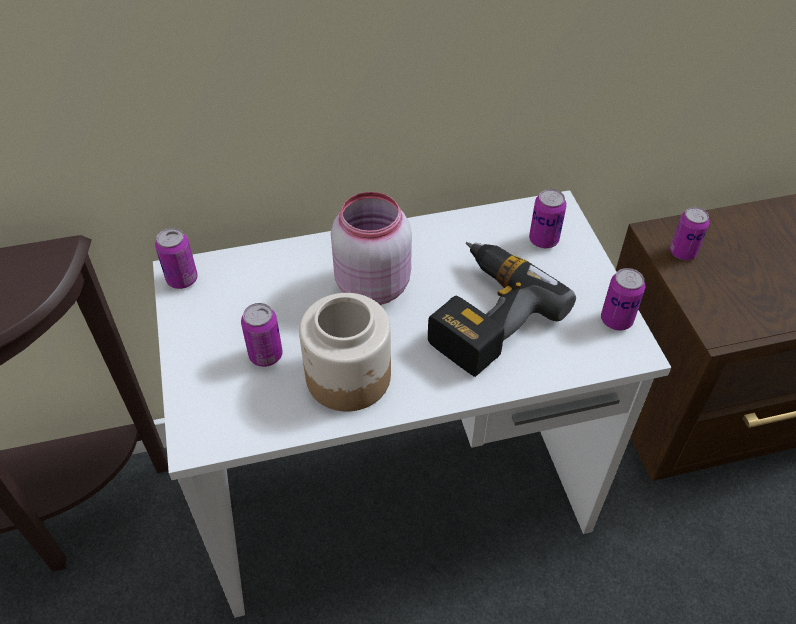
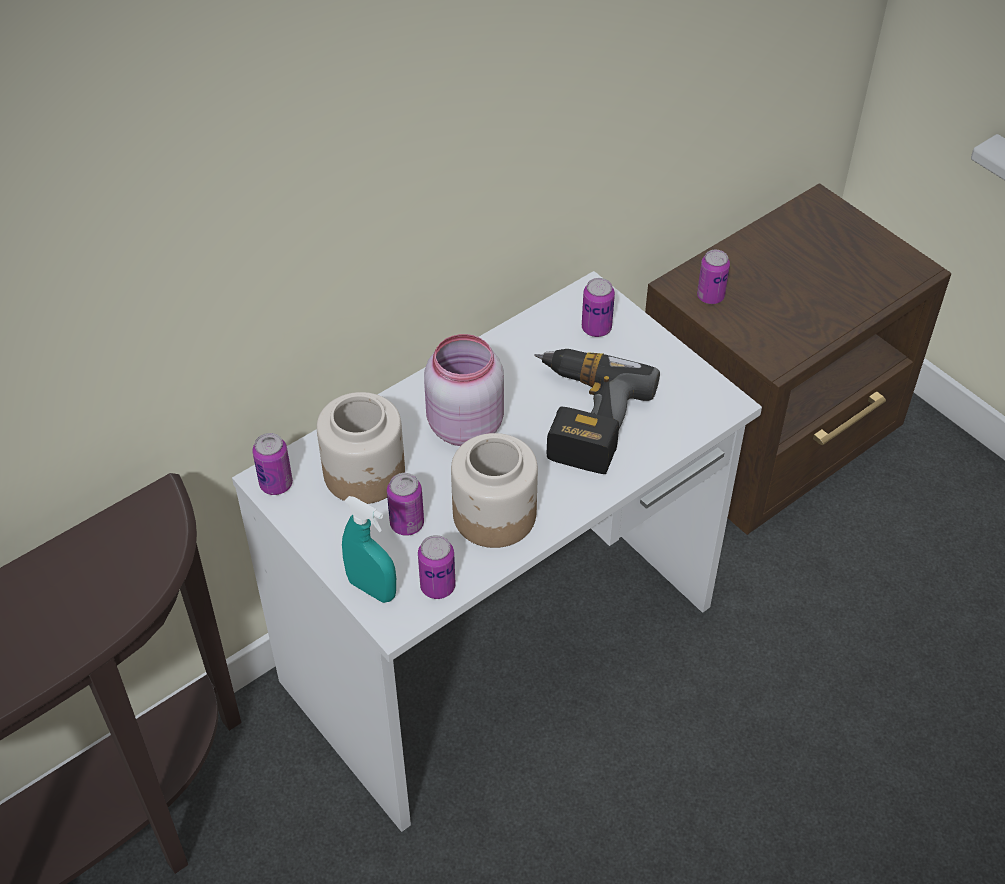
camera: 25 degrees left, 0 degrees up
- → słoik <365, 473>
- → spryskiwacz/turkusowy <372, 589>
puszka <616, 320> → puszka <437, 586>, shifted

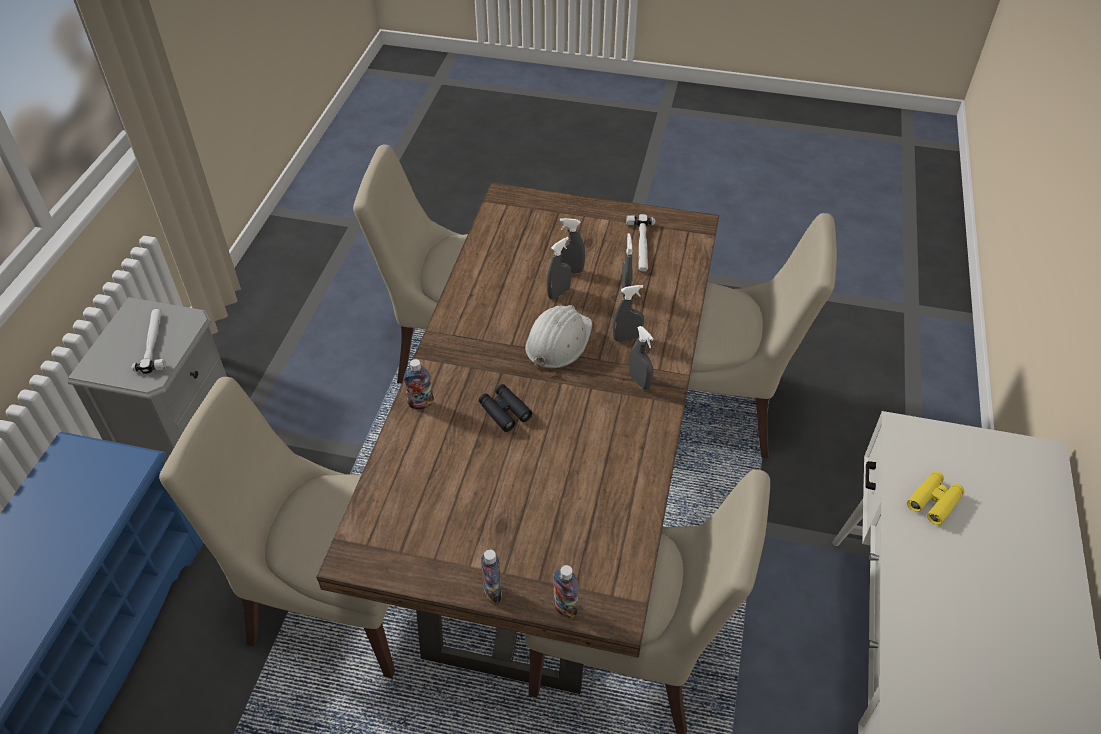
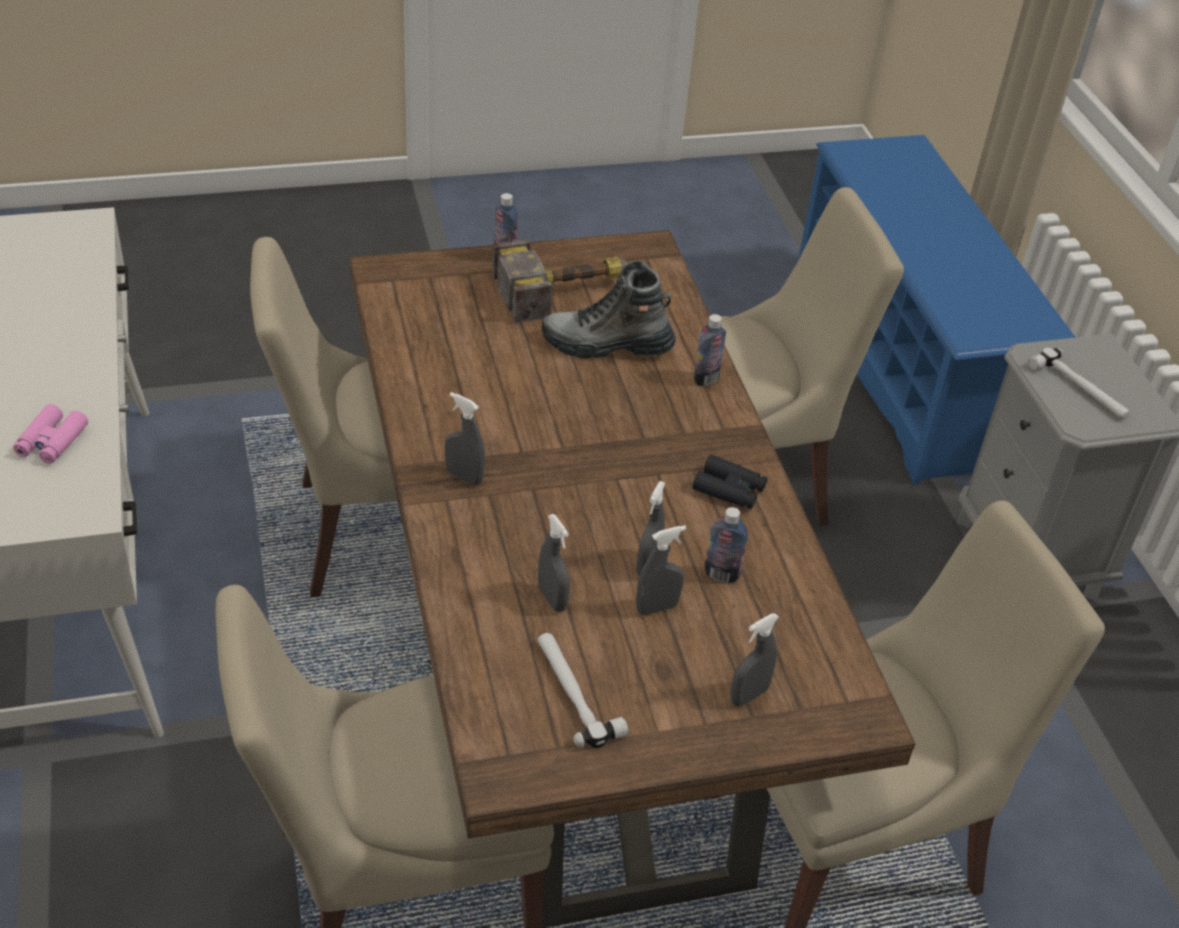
camera: 150 degrees right, 5 degrees down
kask/biały <558, 341> → -
- → młotek <565, 290>
- → but z cholewką <607, 345>
lornetka/czarny <504, 411> → lornetka/czarny <729, 489>, shifted
butelka <565, 607> → butelka <721, 574>, shifted
spryskiwacz/szary <627, 338> → spryskiwacz/szary <748, 695>, shifted
lornetka/żółty <934, 501> → lornetka/różowy <52, 441>

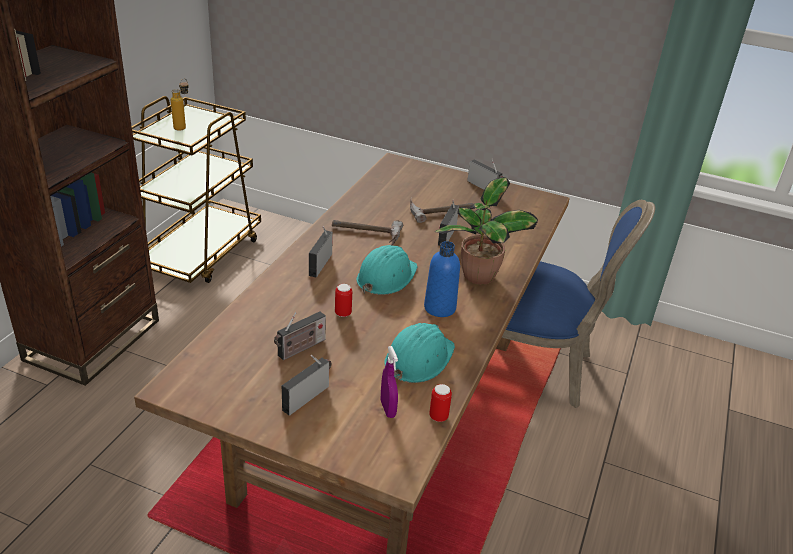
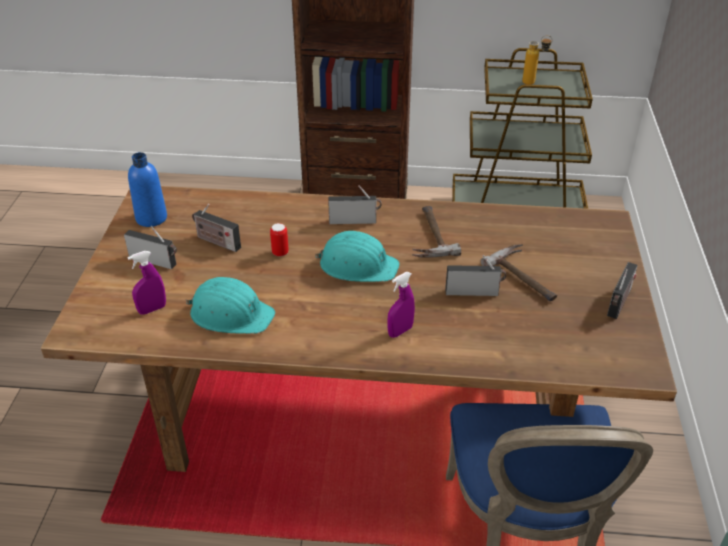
camera: 75 degrees right, 5 degrees up
puszka <438, 416> → -
butelka/niebieski <439, 308> → butelka/niebieski <151, 218>, shifted
roślina doniczkowa <478, 277> → spryskiwacz/fioletowy <400, 331>

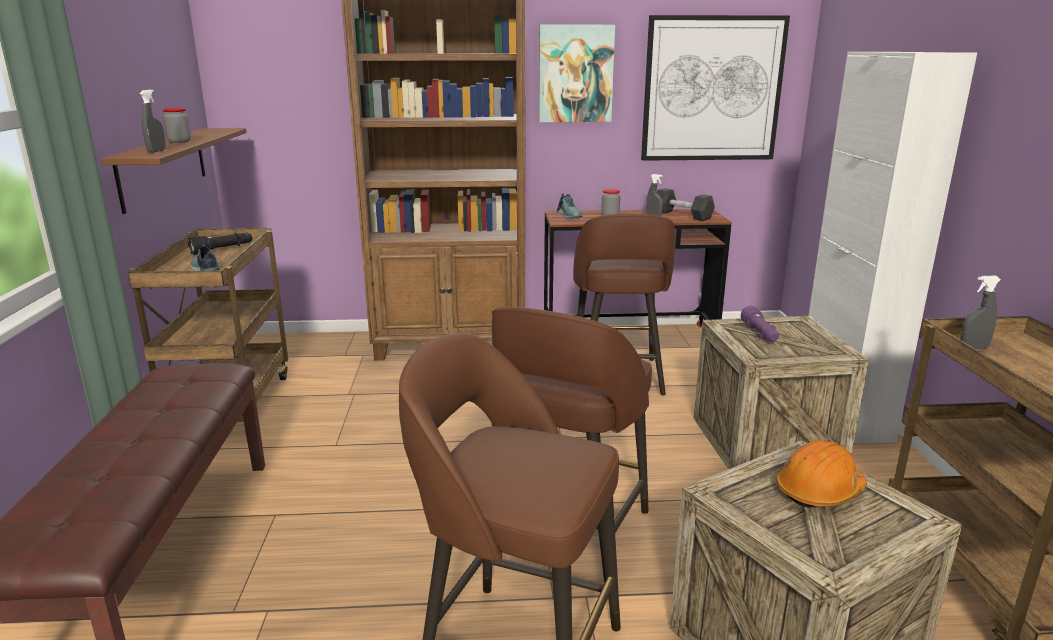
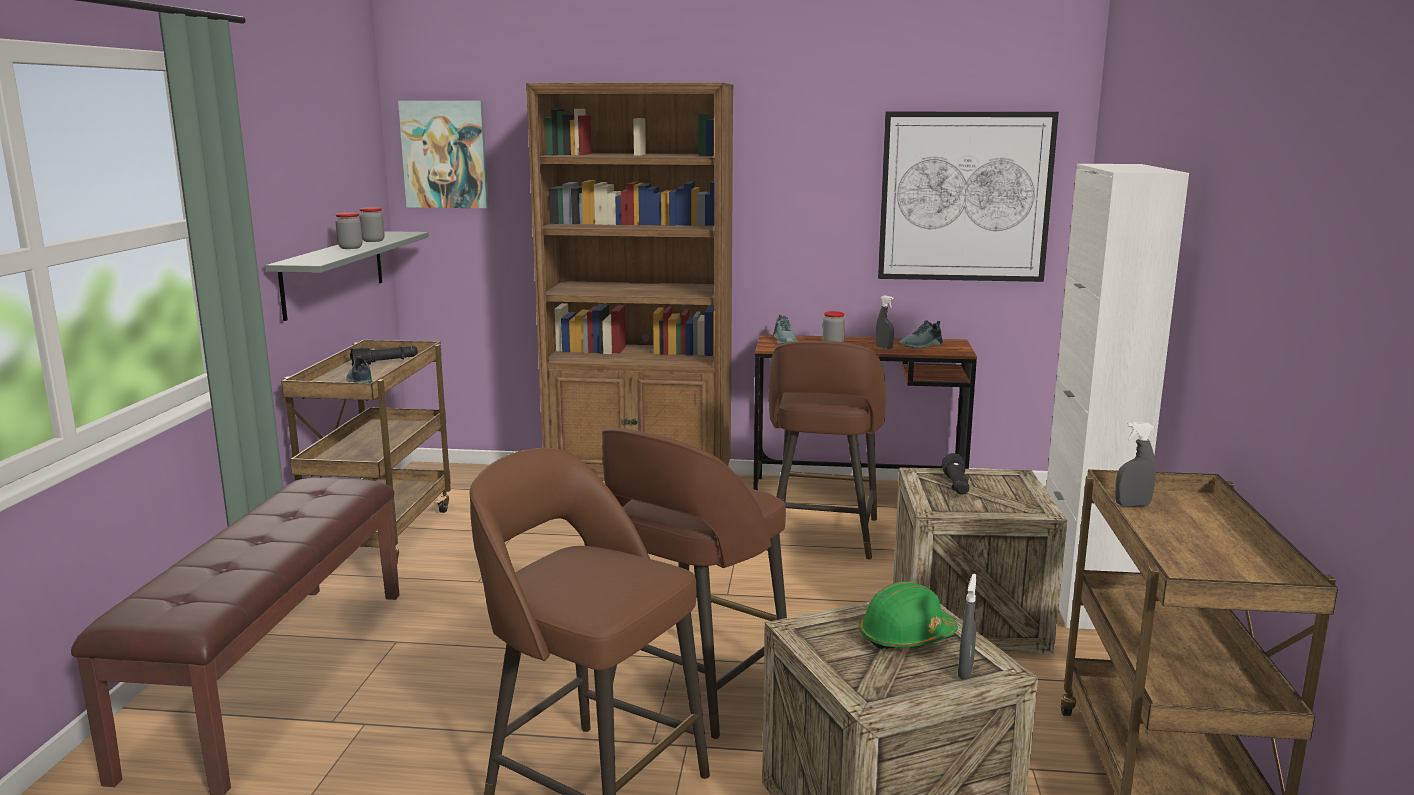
camera: 10 degrees right, 5 degrees down
- → słoik <373, 241>
spryskiwacz/szary <156, 151> → spryskiwacz/szary <965, 671>, shifted
obraz <575, 74> → obraz <445, 154>, shifted
hantel/czarny <682, 215> → but <922, 346>
półka/brązowy <163, 167> → półka/szary <334, 273>
latarka/fioletowy <760, 334> → latarka/czarny <956, 486>
kask/pomarańczowy <819, 491> → kask/zielony <906, 637>

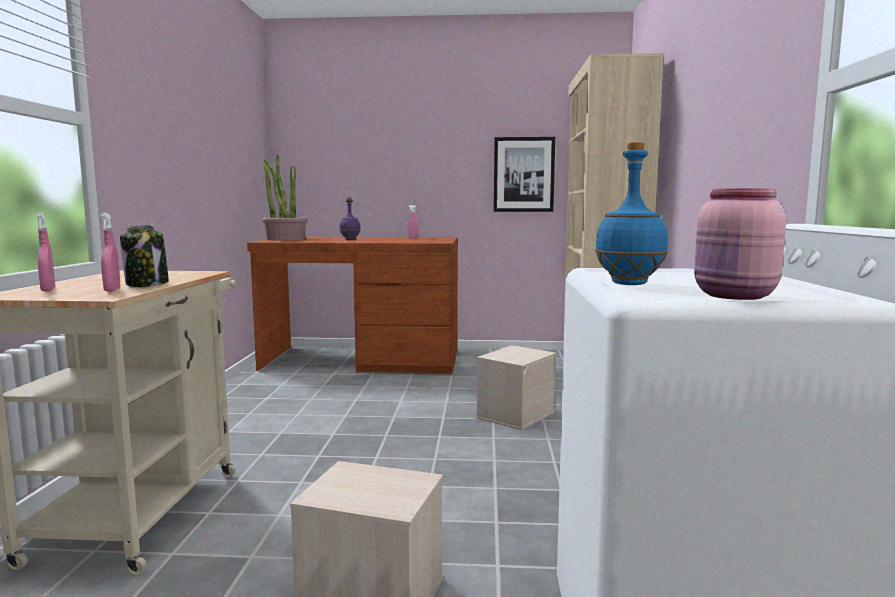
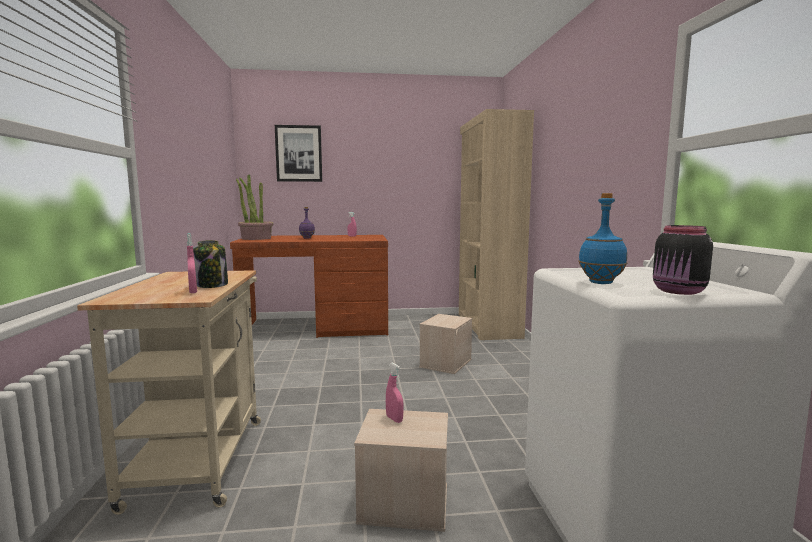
camera: 10 degrees left, 0 degrees up
spryskiwacz/różowy <48, 290> → spryskiwacz/różowy <394, 419>, shifted
obraz <523, 174> → obraz <299, 153>, shifted
słoik/różowy <734, 296> → słoik/czarny <679, 292>

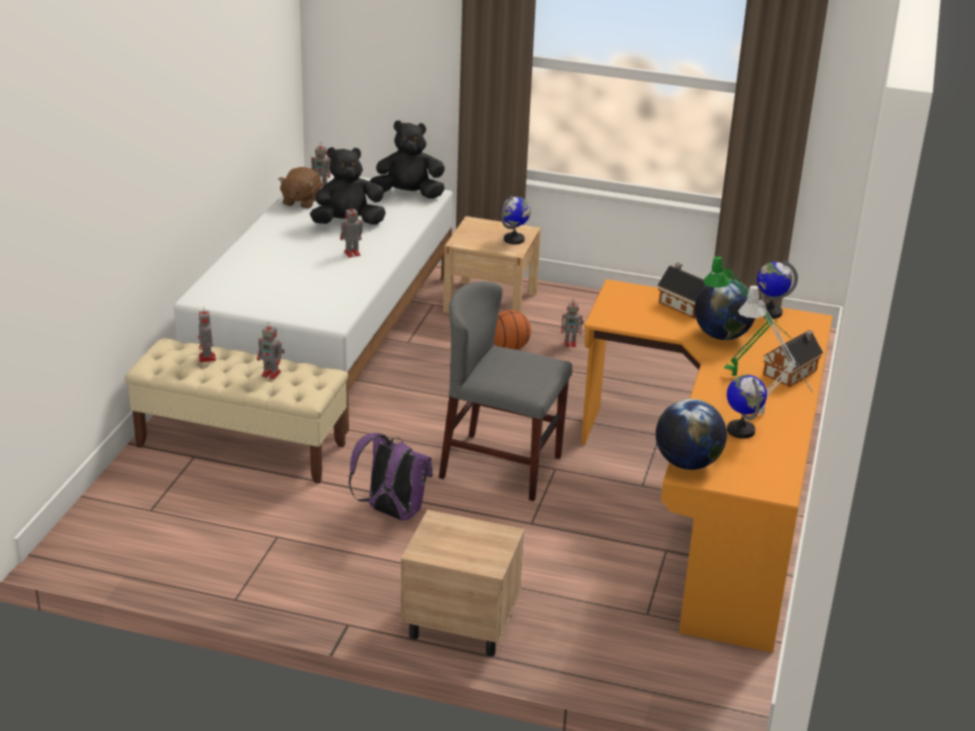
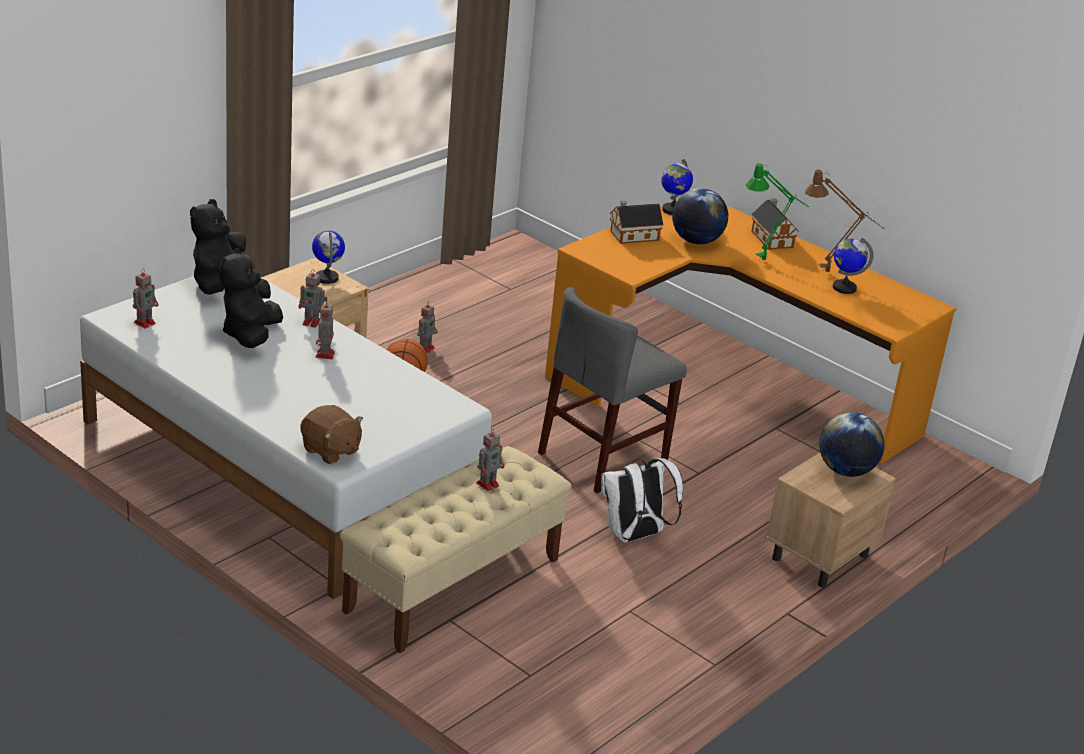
camera: 65 degrees left, 0 degrees up
robot zabawkowy <207, 358> → robot zabawkowy <312, 322>, shifted
pluszak/brązowy <301, 201> → pluszak/brązowy <330, 451>, shifted
globus <687, 463> → globus <845, 471>, shifted
plecak/fioletowy <391, 512> → plecak/biały <634, 536>
lampa stołowa/szary <766, 418> → lampa stołowa/brązowy <832, 273>

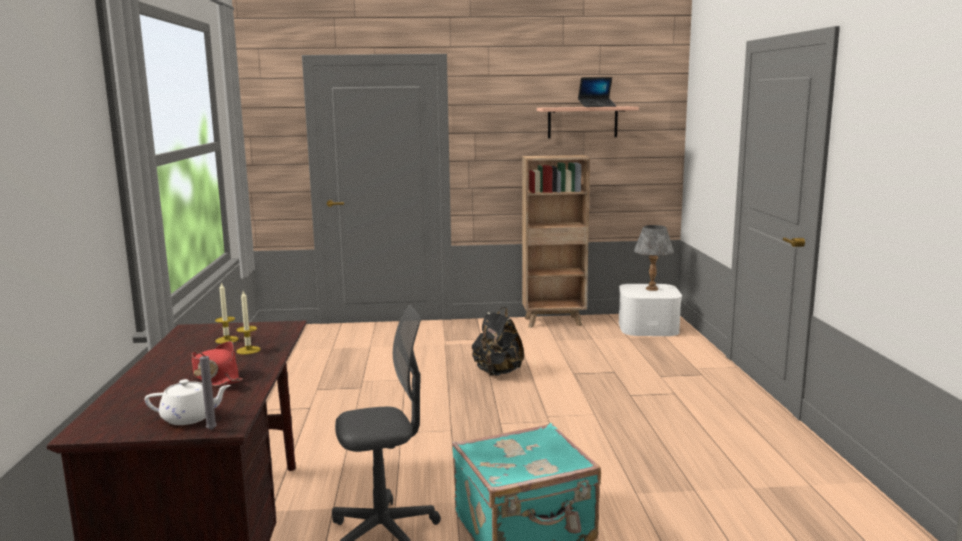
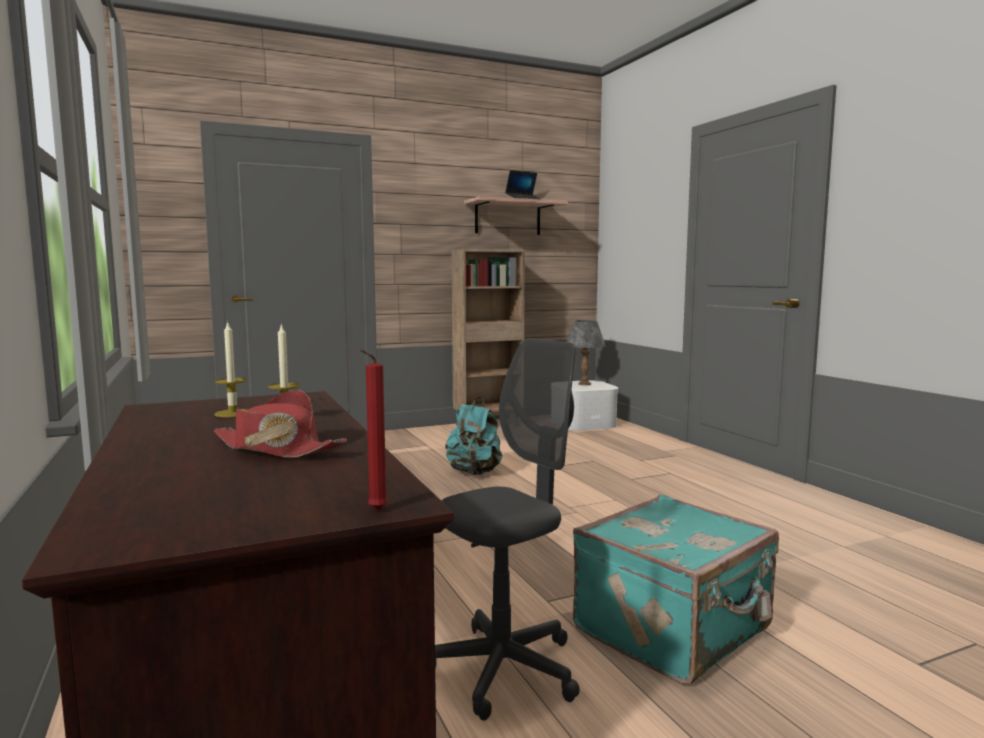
camera: 20 degrees left, 5 degrees down
imbryk/biały <189, 418> → -
świeca/szary <209, 430> → świeca/czerwony <375, 511>
plecak/czarny <497, 372> → plecak/turkusowy <474, 473>

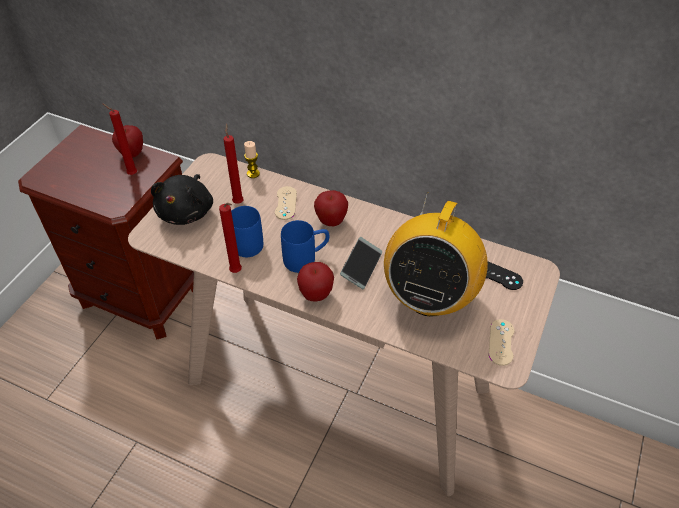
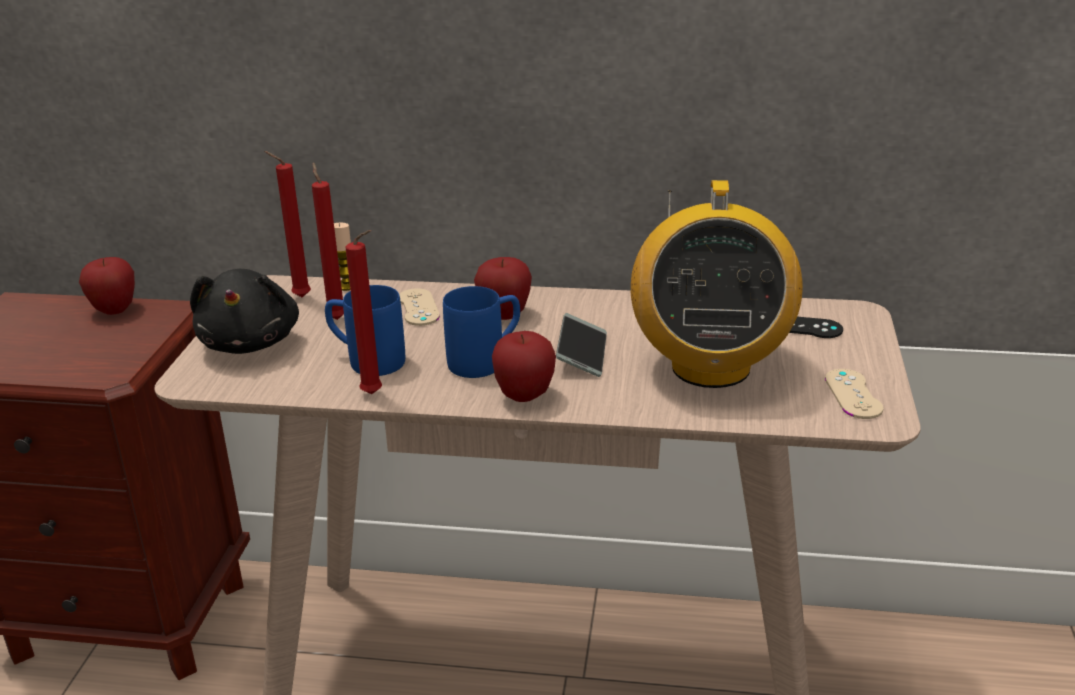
camera: 15 degrees left, 20 degrees down
świeca/czerwony <131, 174> → świeca/czerwony <298, 297>, shifted

